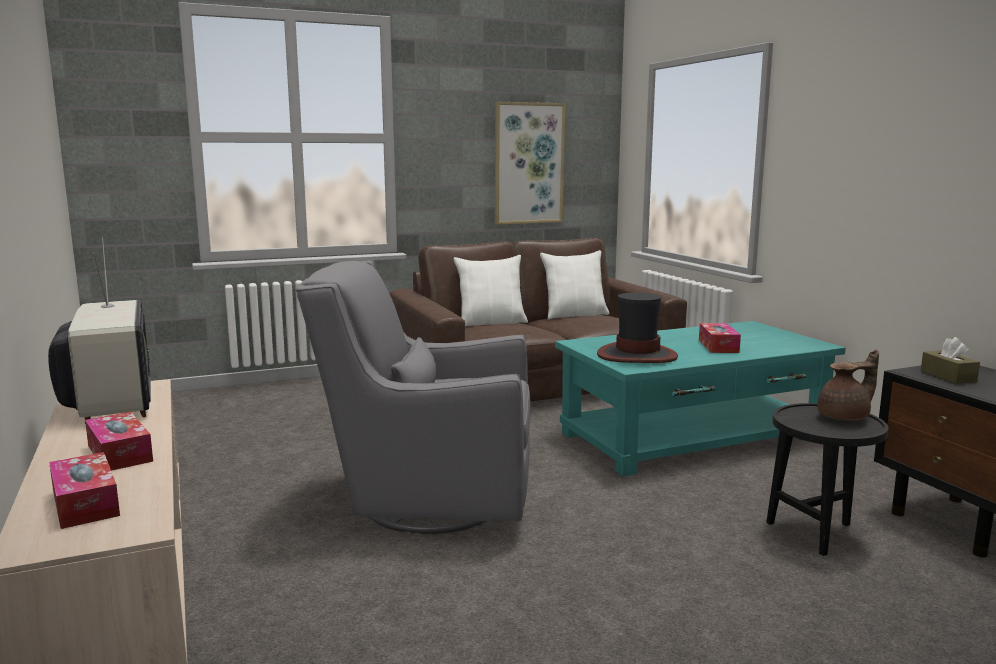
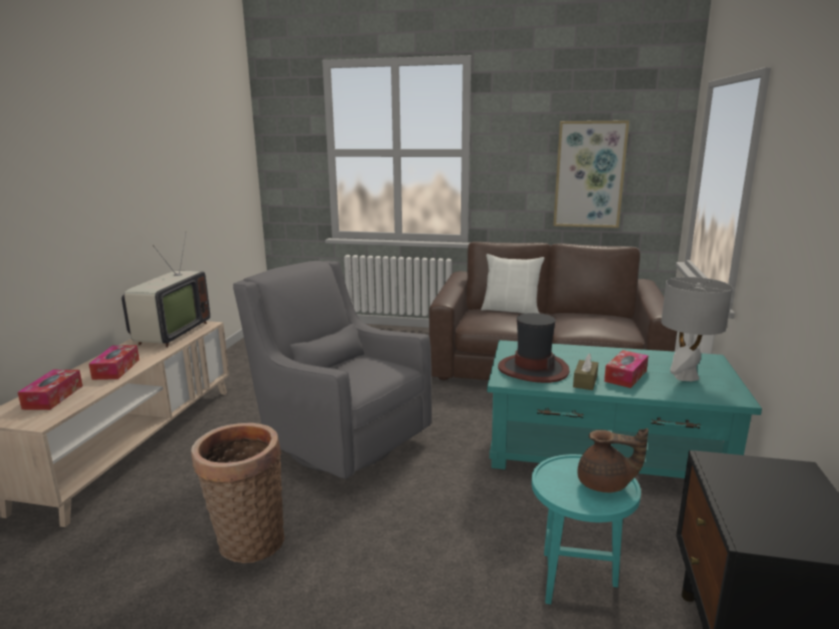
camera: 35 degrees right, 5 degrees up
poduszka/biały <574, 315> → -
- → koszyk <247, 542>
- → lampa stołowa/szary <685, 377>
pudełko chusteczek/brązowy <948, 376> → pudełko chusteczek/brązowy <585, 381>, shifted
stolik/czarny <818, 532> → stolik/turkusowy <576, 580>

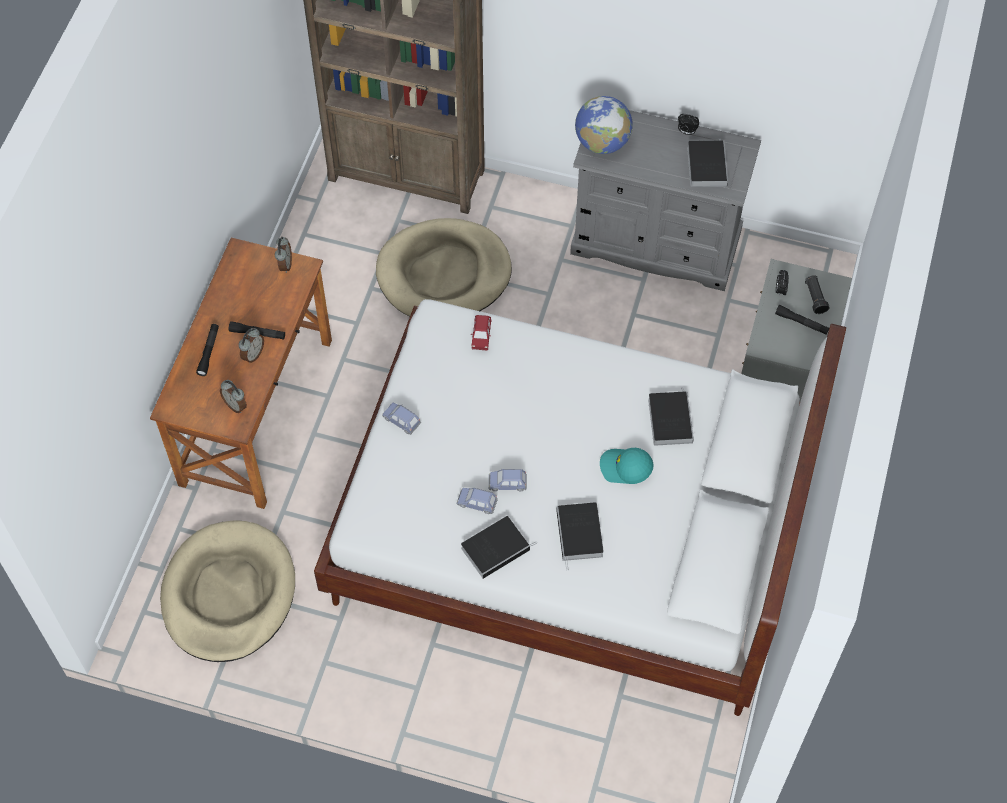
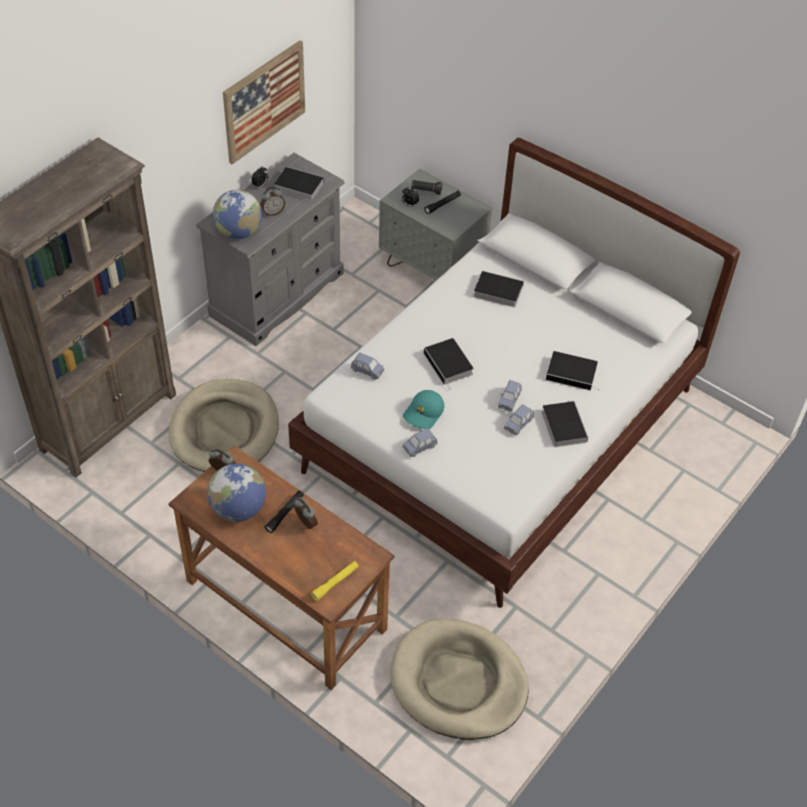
camera: 70 degrees left, 10 degrees down
latarka/czarny <209, 352> → -
- → globus <238, 509>
- → obraz <264, 101>
- → latarka/żółty <335, 583>
- → książka <449, 364>
budzik <236, 405> → budzik <273, 212>, shifted
czapka z daszkiem/turkusowy <625, 468> → czapka z daszkiem/turkusowy <424, 414>, shifted
samochodzik/czerwony <481, 336> → samochodzik/niebieski <367, 371>

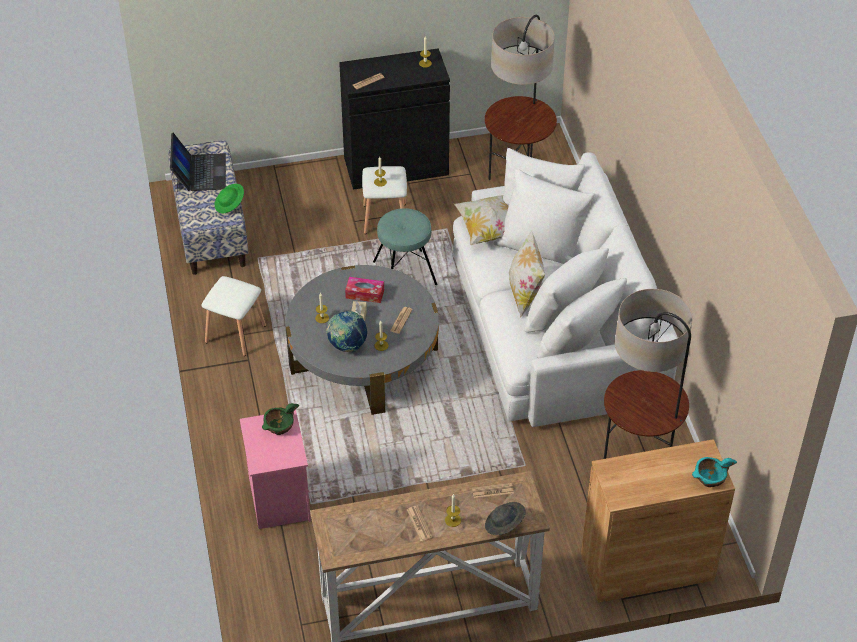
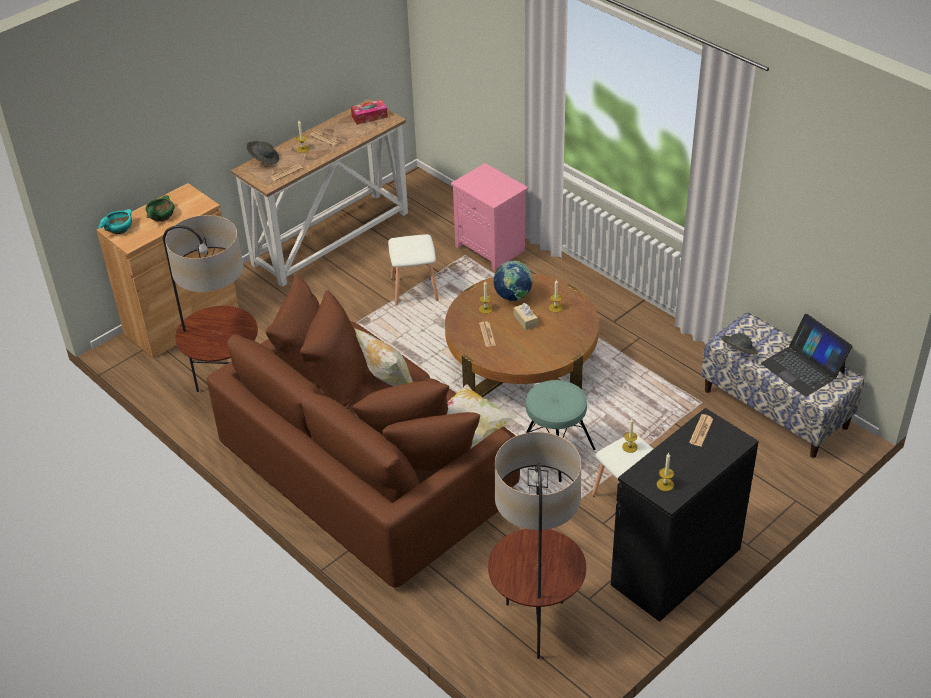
camera: 150 degrees right, 5 degrees down
stołek/biały <235, 333> → stołek/biały <415, 290>, shifted
miska/zielony <279, 426> → miska/zielony <161, 215>, shifted
pudełko chusteczek <365, 294> → pudełko chusteczek <369, 116>, shifted
kapelusz/zielony <230, 205> → kapelusz/szary <738, 352>
ława/szary <363, 358> → ława/brązowy <521, 364>
kanapa/biały <557, 328> → kanapa/brązowy <369, 468>

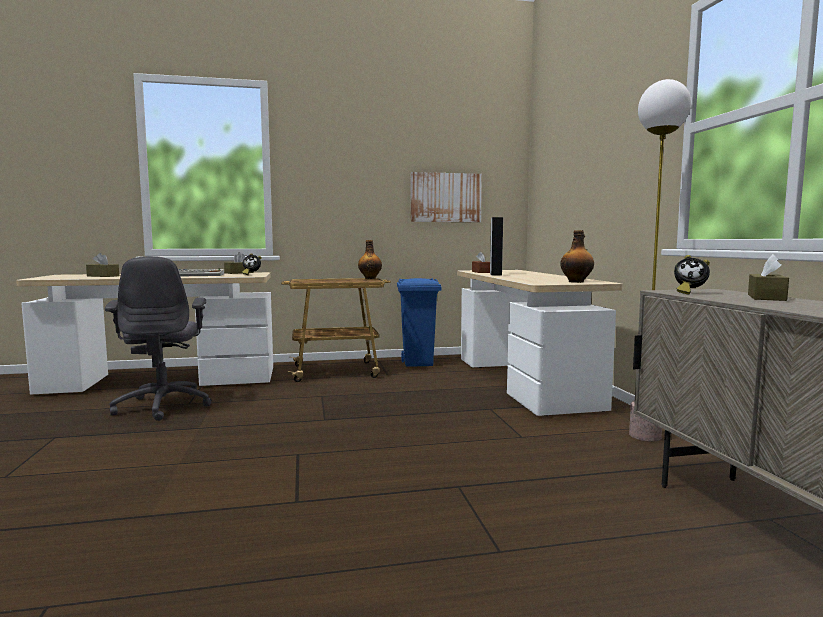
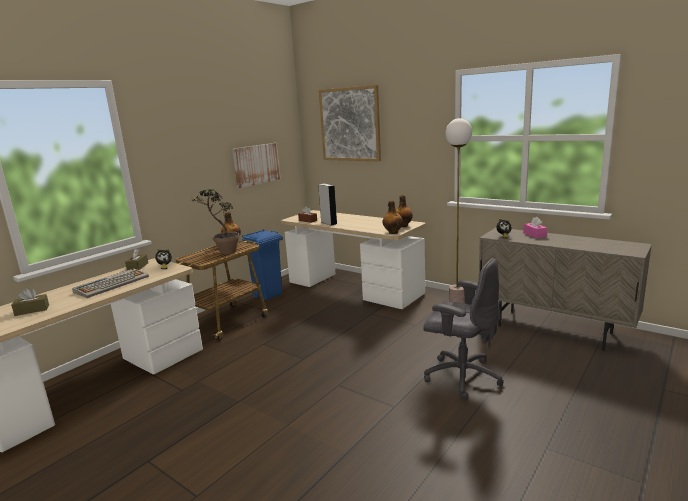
camera: 40 degrees left, 10 degrees up
- → roślina doniczkowa <223, 253>
- → obraz <350, 124>
- → butelka <393, 232>
krzesło biurowe/szary <164, 405> → krzesło biurowe/szary <461, 376>, shifted
pudełko chusteczek/brązowy <766, 297> → pudełko chusteczek/różowy <534, 235>

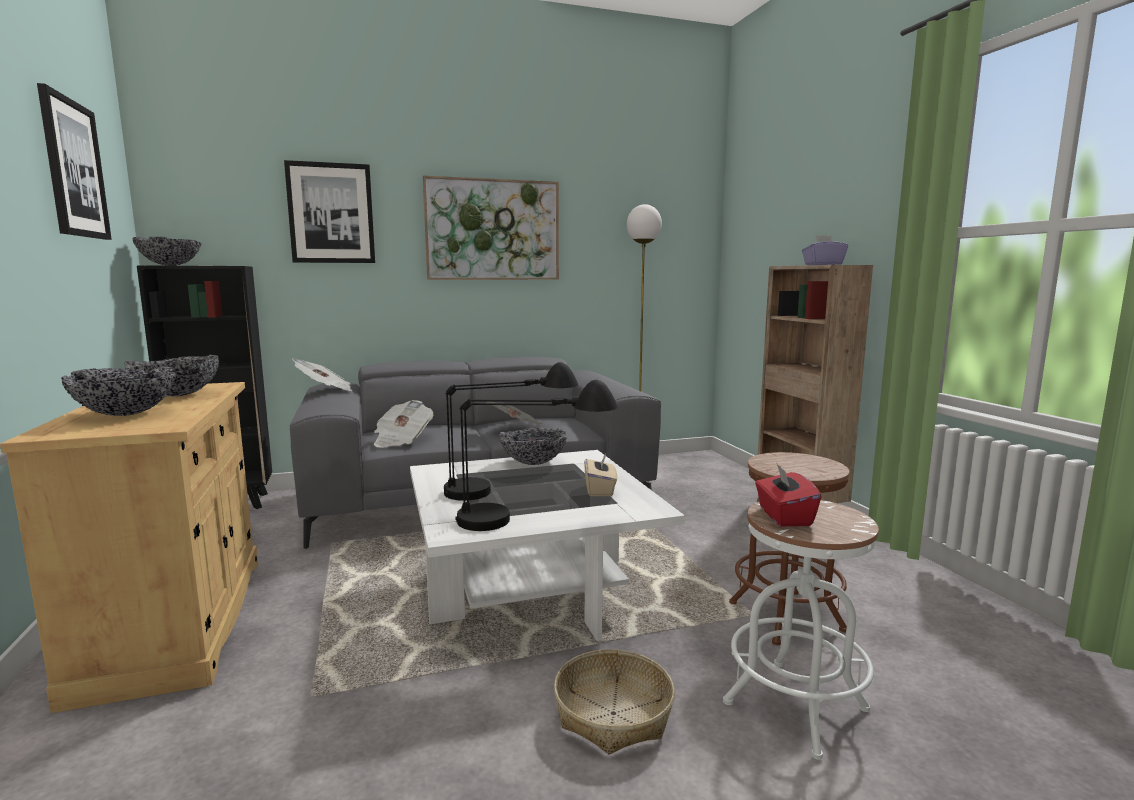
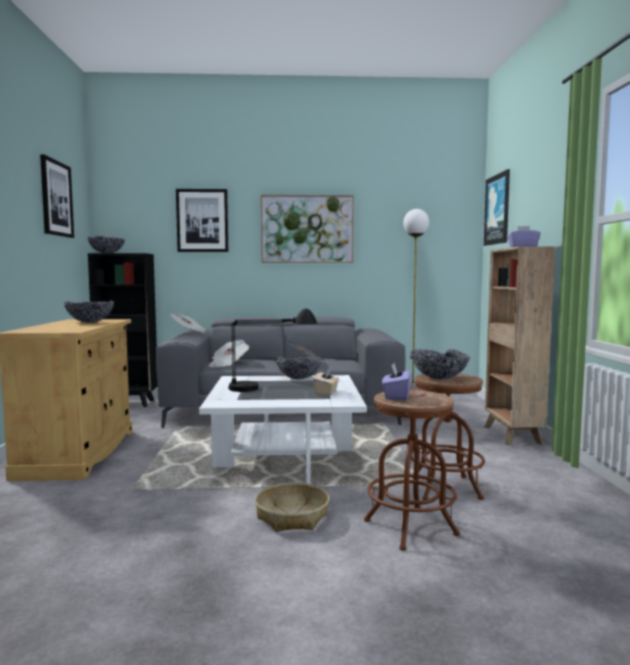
camera: 15 degrees right, 5 degrees down
lampa stołowa/czarny <530, 521> → -
- → obraz <497, 209>
miska <127, 414> → miska <439, 378>, shifted
stołek/biały <795, 706> → stołek/brązowy <410, 528>
pudełko chusteczek/czerwony <784, 516> → pudełko chusteczek/fioletowy <396, 396>

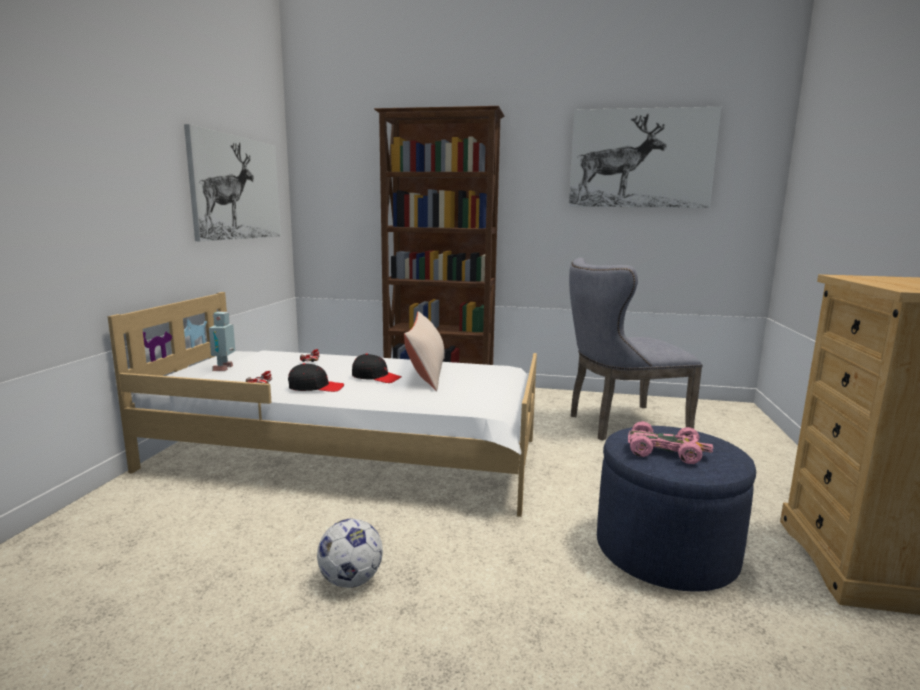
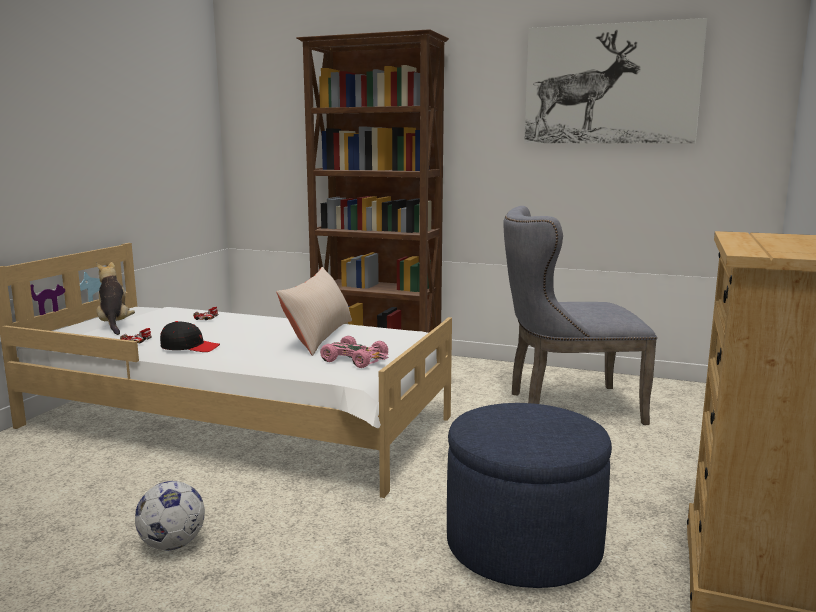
camera: 10 degrees right, 0 degrees up
obraz <237, 188> → -
czapka z daszkiem/czarny <376, 377> → -
samochodzik/różowy <665, 451> → samochodzik/różowy <356, 360>, shifted
robot zabawkowy <225, 368> → pluszak <114, 324>

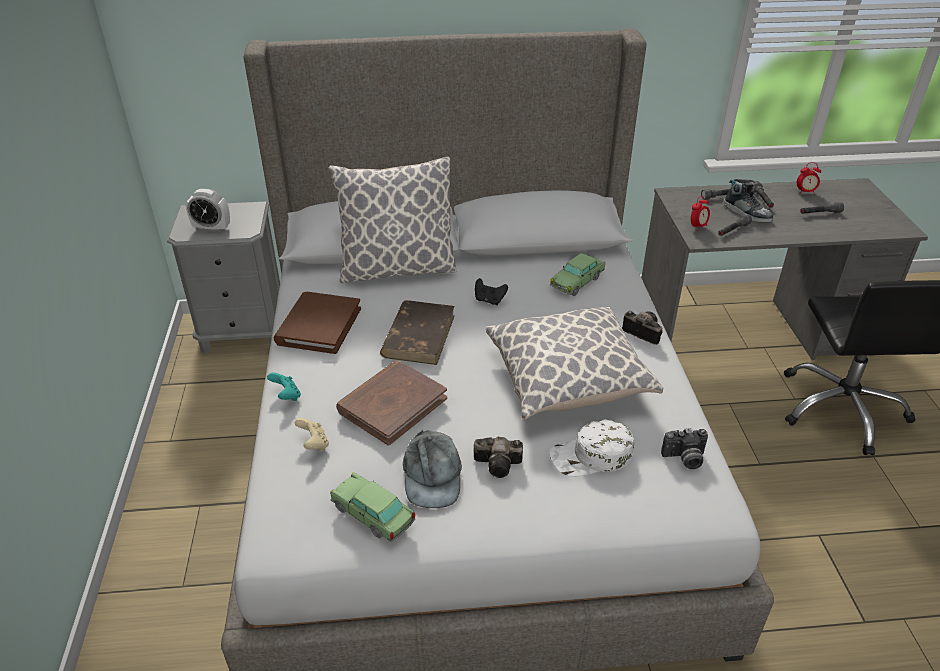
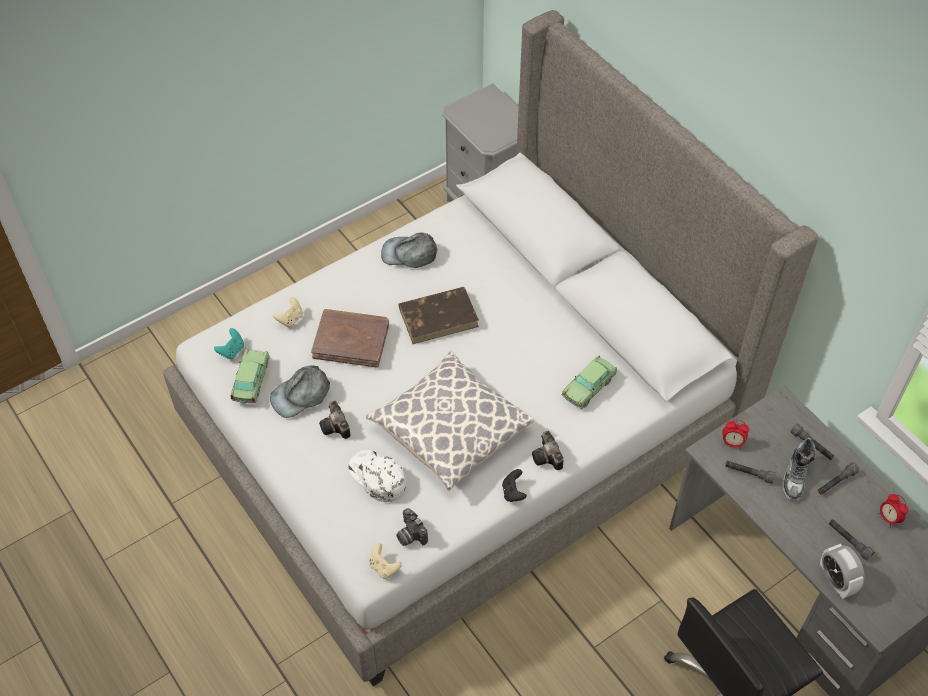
camera: 60 degrees right, 15 degrees up
poduszka <397, 268> → -
- → pad do gier/beżowy <384, 567>
budzik <212, 228> → budzik <836, 581>, shifted
pad do gier/turkusowy <286, 396> → pad do gier/turkusowy <232, 350>, shifted
pad do gier/czarny <489, 300> → pad do gier/czarny <513, 492>, shifted
książka/brązowy <319, 326> → czapka z daszkiem/szary <409, 254>
samochodzik <577, 281> → samochodzik <588, 387>, 60 degrees counterclockwise
aparat fotograficzny <641, 332> → aparat fotograficzny <548, 458>, 150 degrees clockwise

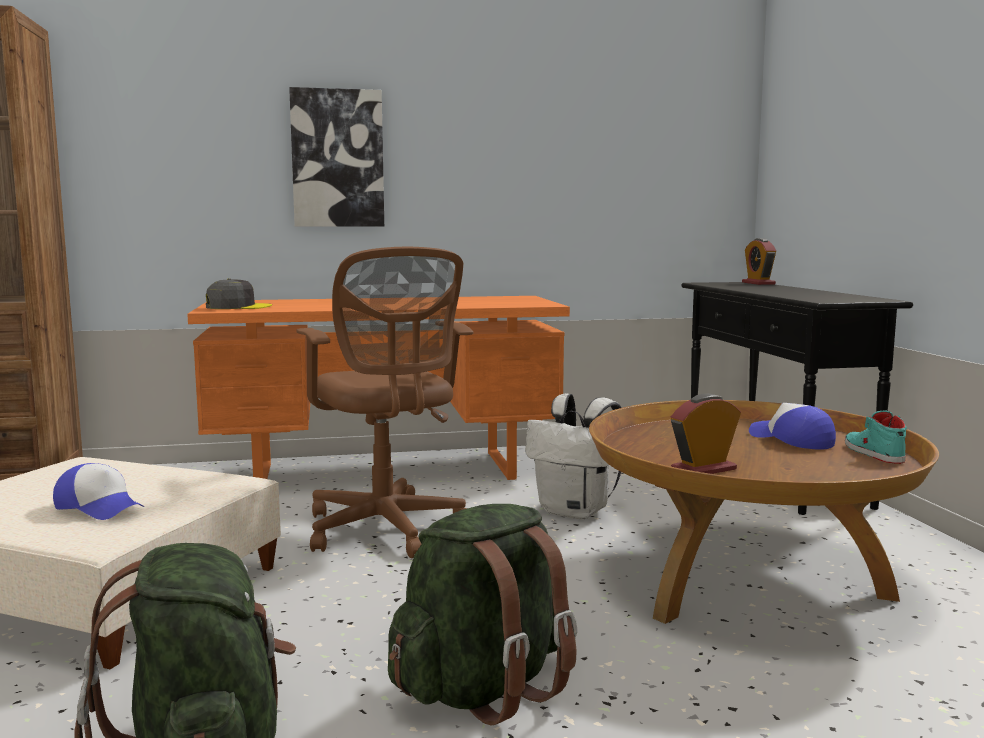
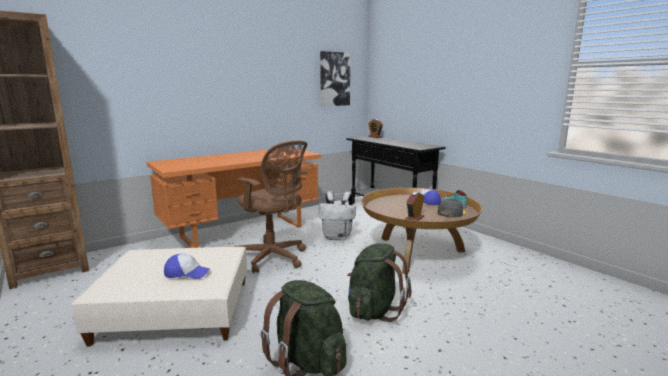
camera: 25 degrees left, 5 degrees up
czapka z daszkiem/szary <238, 307> → czapka z daszkiem/szary <451, 213>, shifted
obraz <337, 159> → obraz <334, 79>, shifted

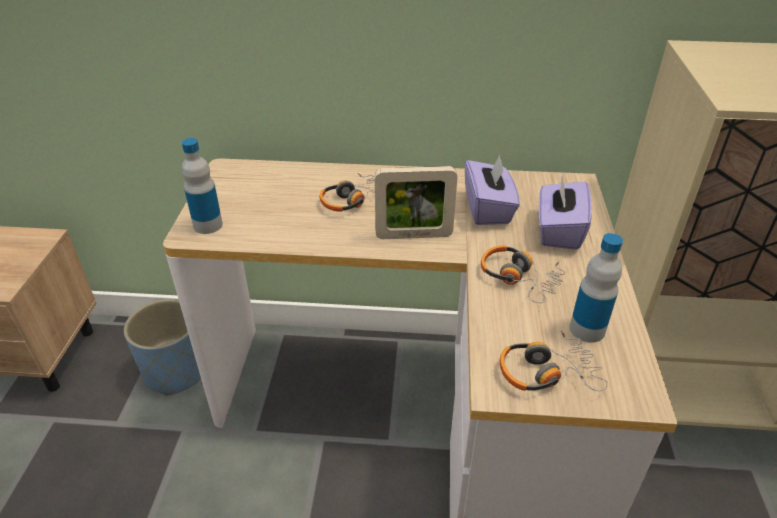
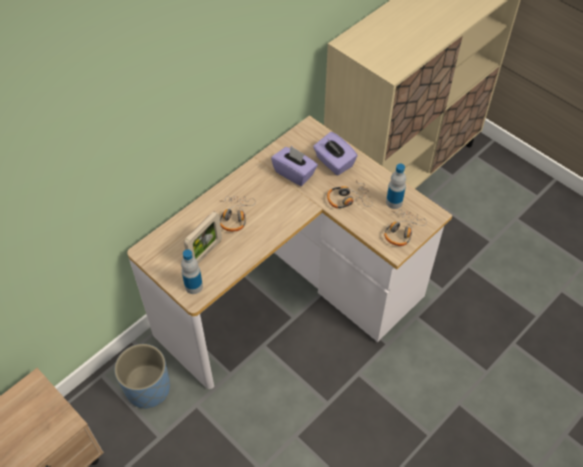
camera: 50 degrees left, 15 degrees up
ramka na zdjęcie <414, 235> → ramka na zdjęcie <205, 253>, shifted

